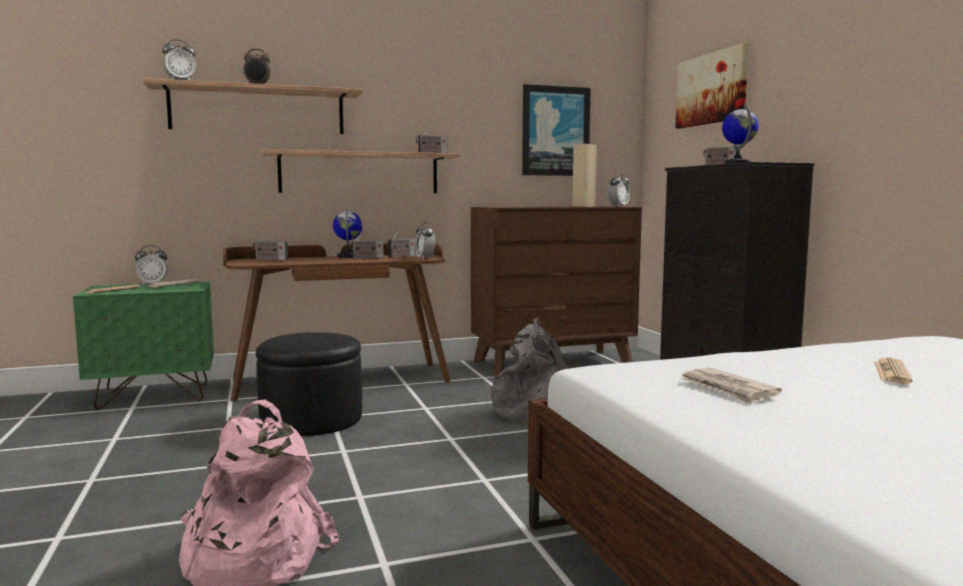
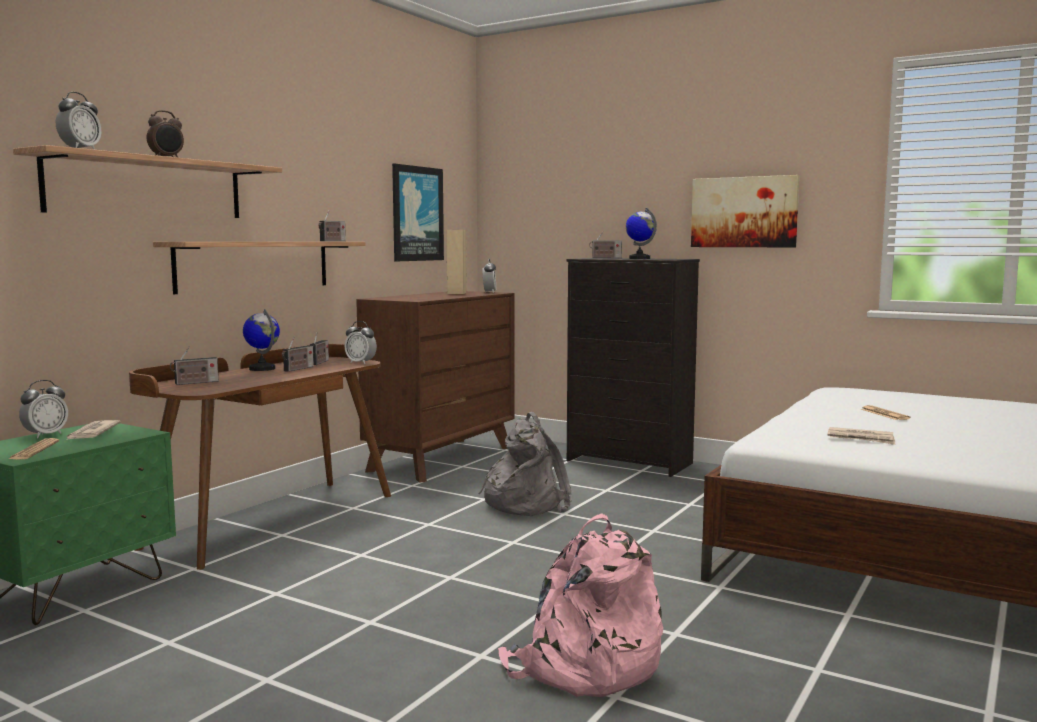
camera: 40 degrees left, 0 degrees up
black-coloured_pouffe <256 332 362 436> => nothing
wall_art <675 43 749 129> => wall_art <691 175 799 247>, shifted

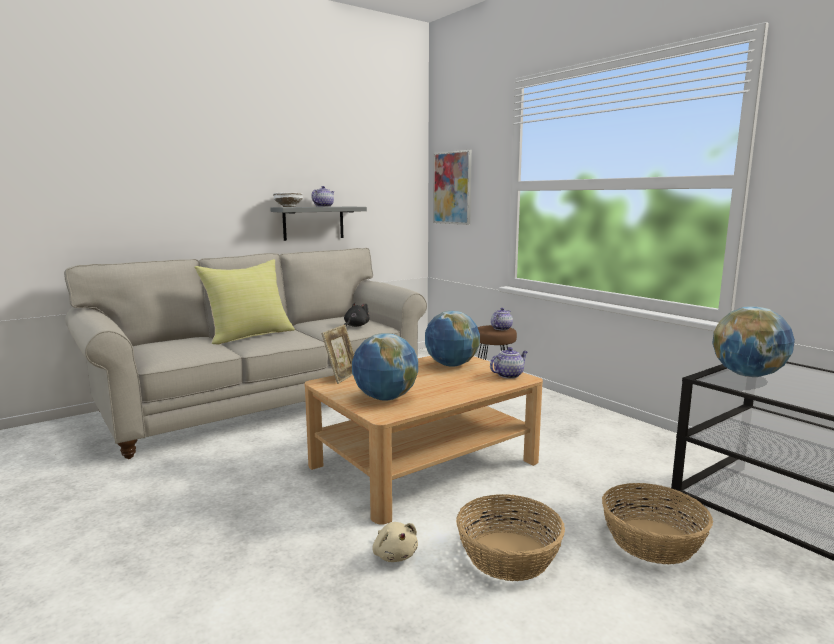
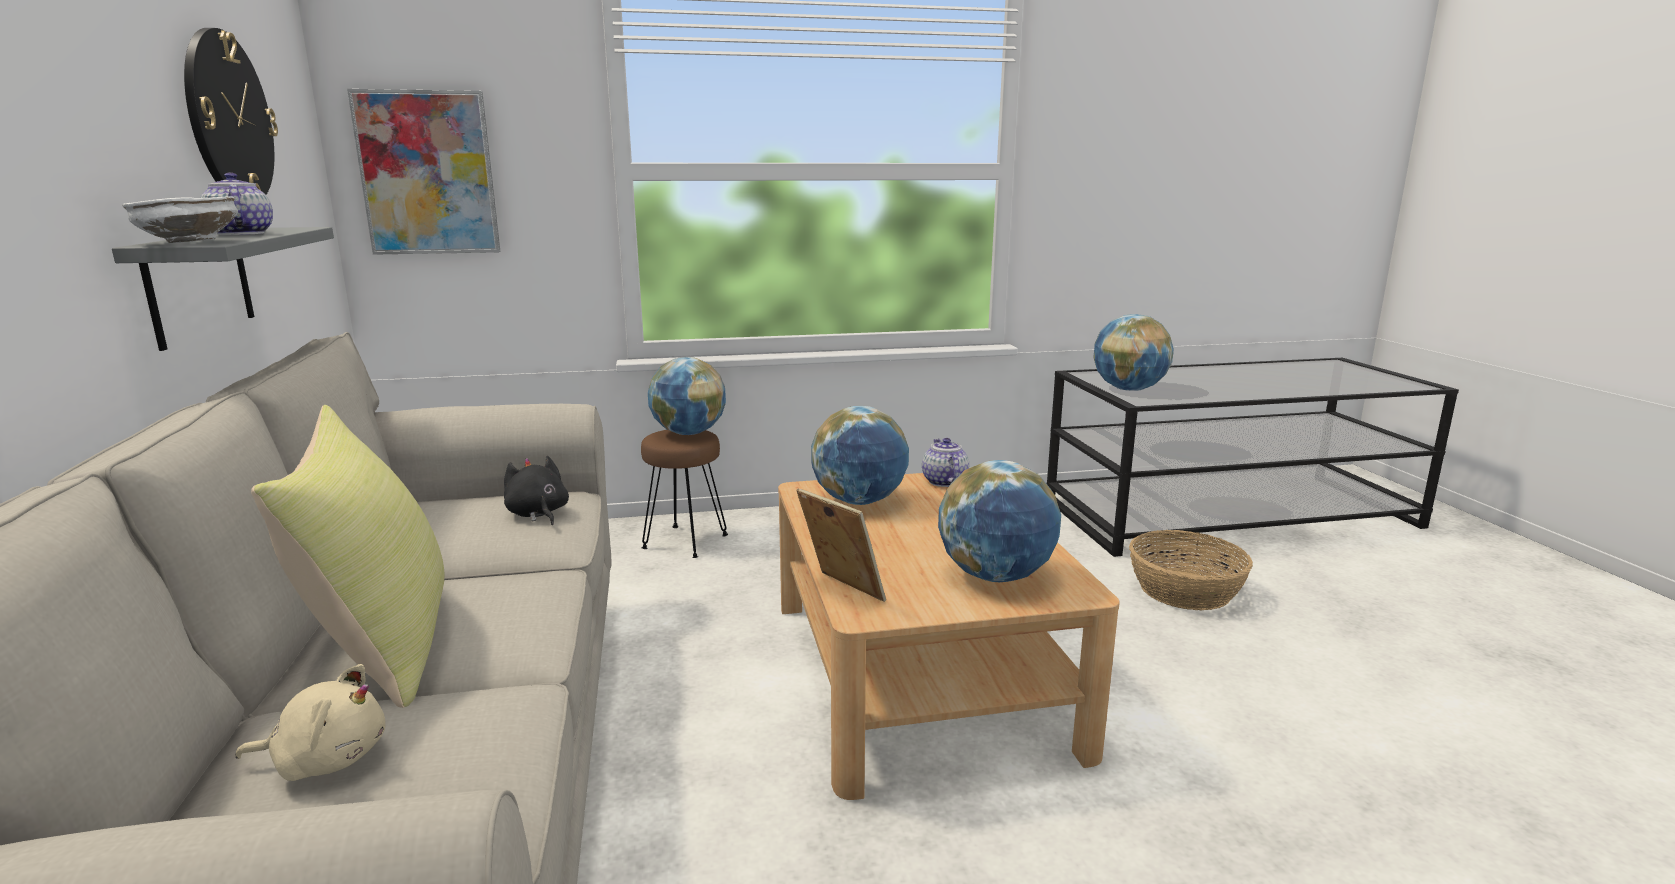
camera: 65 degrees left, 5 degrees up
storage_basket <456 494 565 581> => nothing
nothing => hanging_clock <184 28 278 195>
beige-coloured_plush_toy <372 522 418 562> => beige-coloured_plush_toy <235 664 386 781>, shifted
pot_for_tea <491 308 513 330> => world_globe <648 357 726 435>

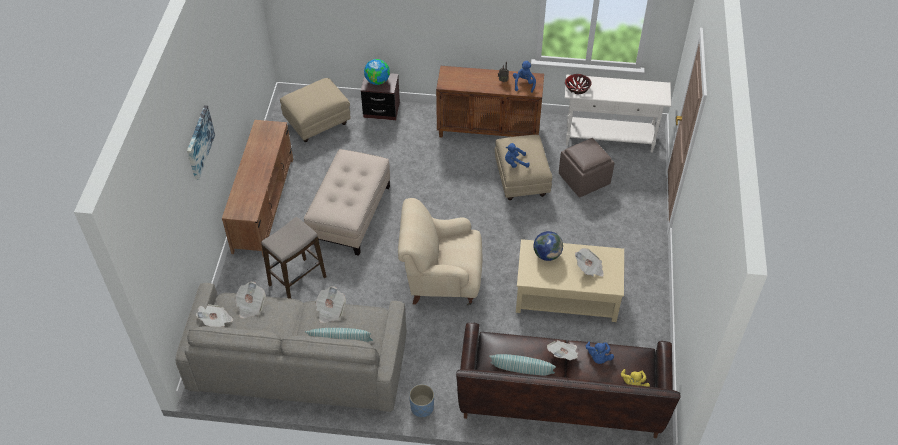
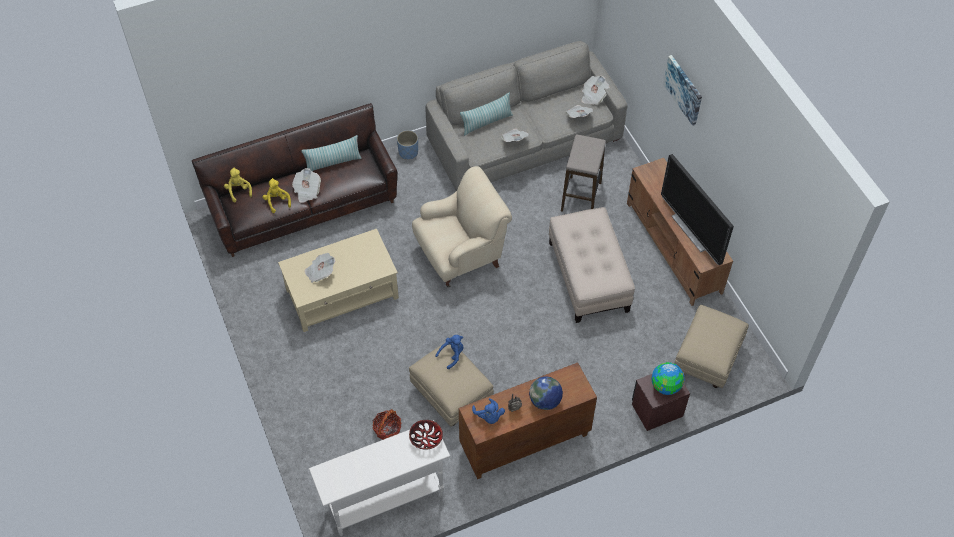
camera: 150 degrees right, 5 degrees up
nothing => television <661 154 734 265>
world_globe <533 231 563 261> => world_globe <529 377 563 410>, shifted
brown-coloured_pouffe <559 138 615 198> => storage_basket <372 409 401 440>
bluish_plush_toy <586 342 614 364> => yellowish_plush_toy <263 178 291 213>

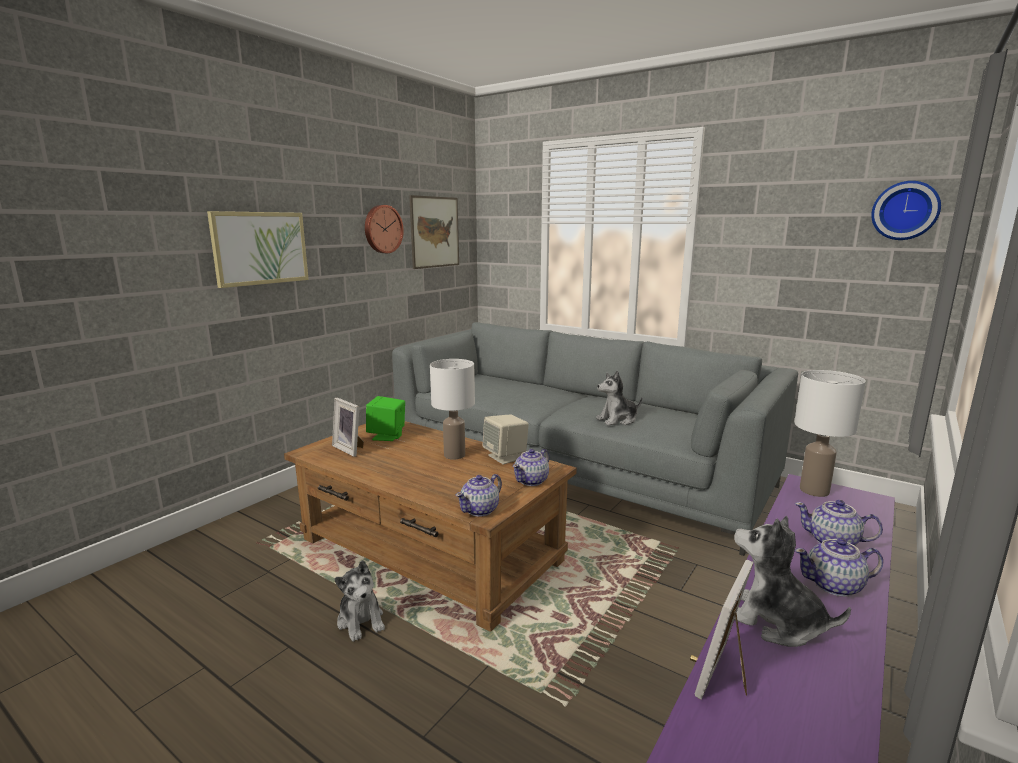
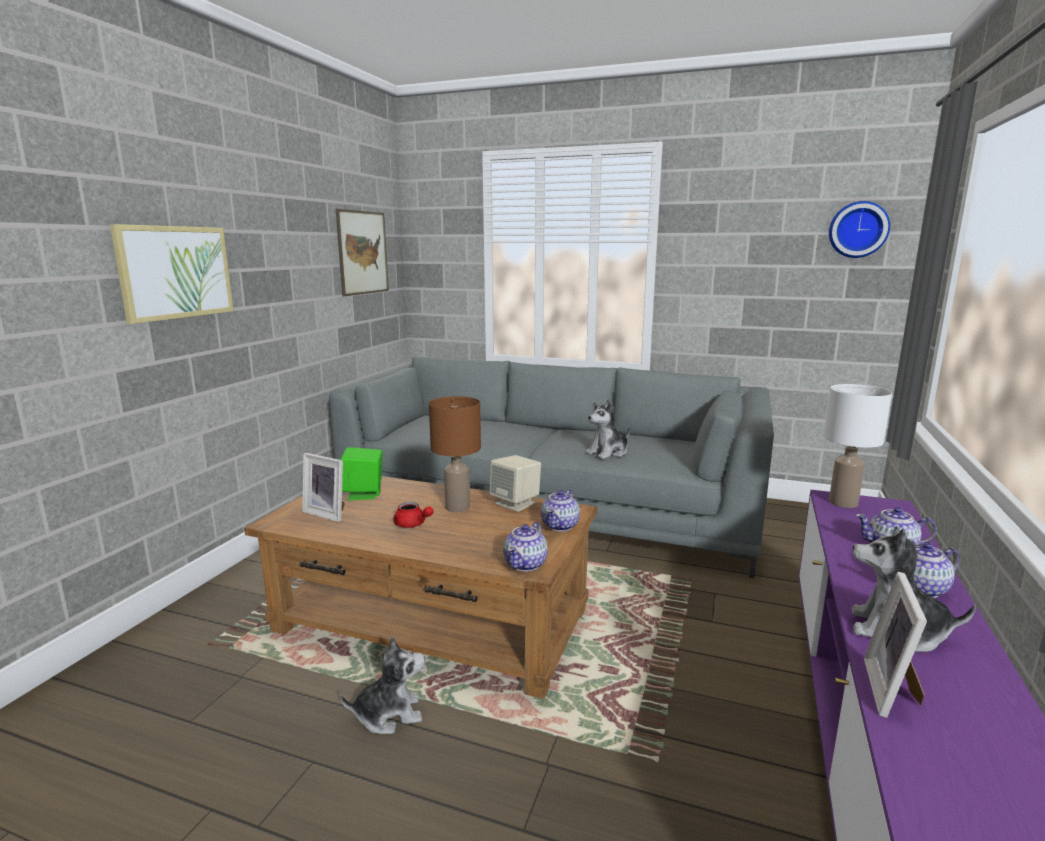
camera: 15 degrees left, 0 degrees up
hanging_clock <365 205 404 253> => nothing
nothing => red-coloured_pot_for_tea <393 502 434 528>
whitish_tabletop_lamp <430 359 475 460> => brown-coloured_tabletop_lamp <429 396 481 512>
plush_toy <334 560 385 642> => plush_toy <340 636 425 734>, 60 degrees counterclockwise

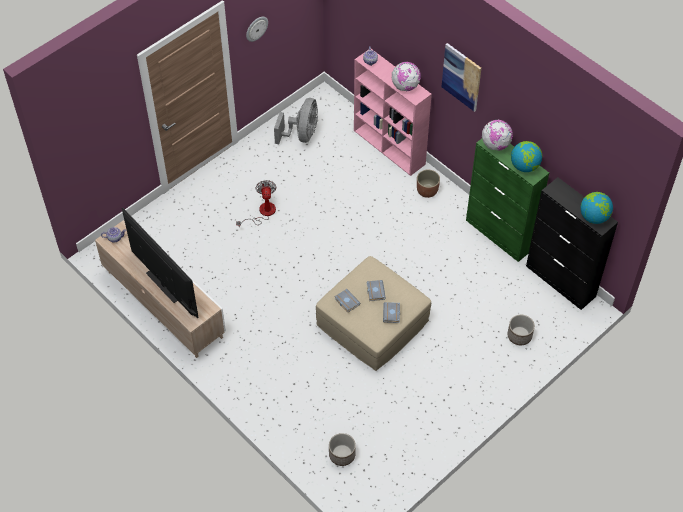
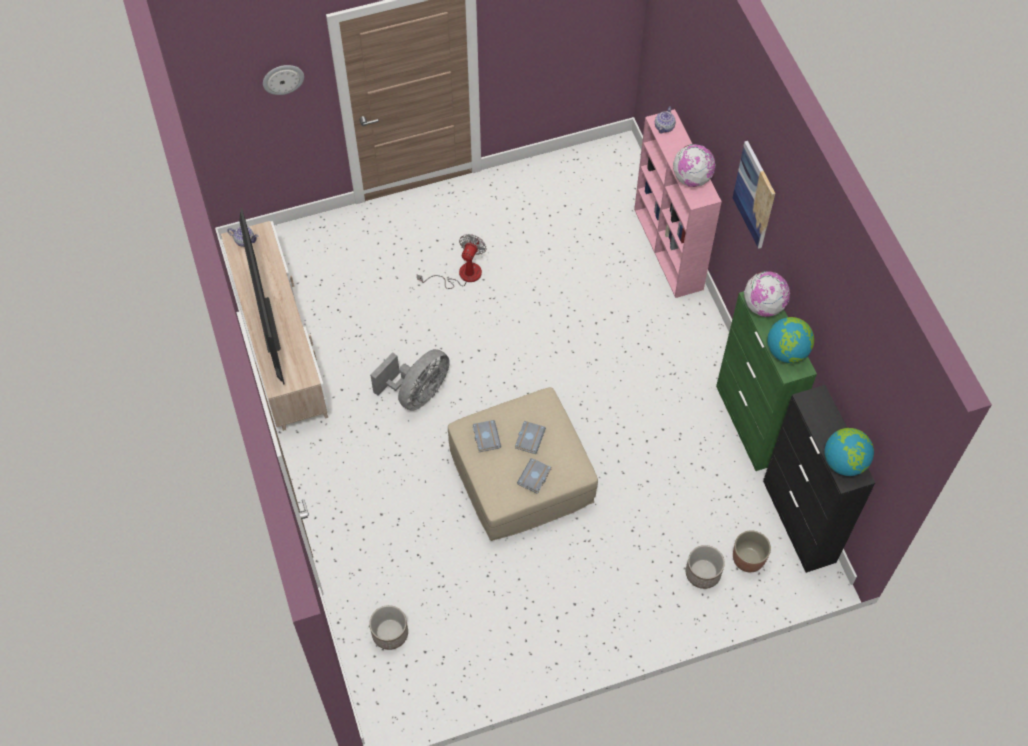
camera: 25 degrees right, 5 degrees up
hanging_clock <246 17 268 42> => hanging_clock <263 65 304 95>, shifted
greyish_fan <274 98 318 144> => greyish_fan <370 349 450 411>, shifted
flower_pot <417 170 440 198> => flower_pot <733 530 771 572>, shifted

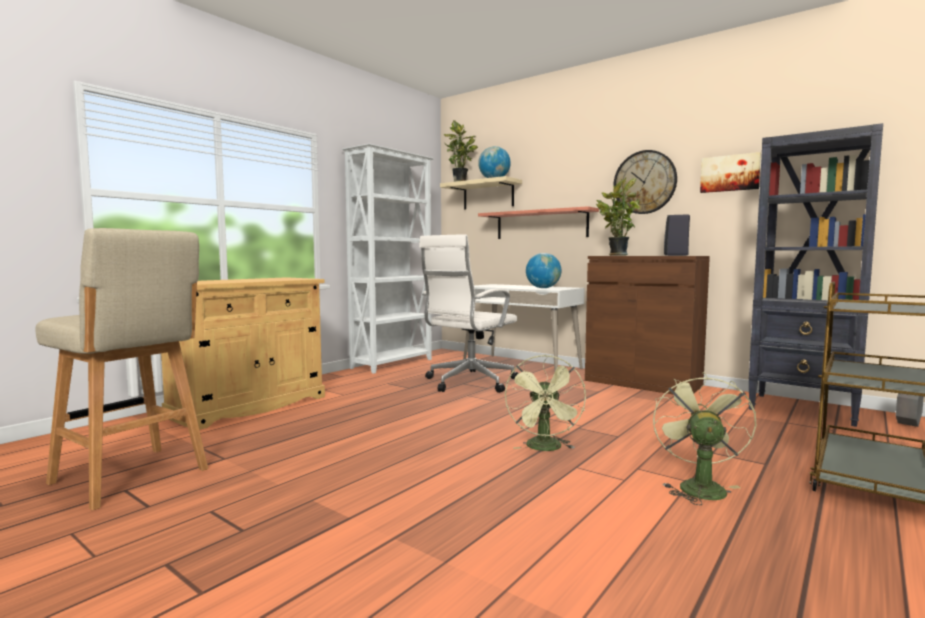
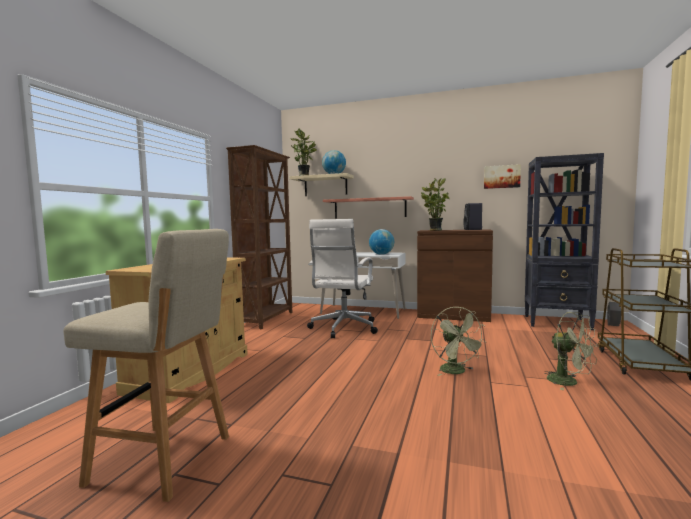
camera: 20 degrees left, 0 degrees up
hanging_clock <614 150 677 214> => nothing
whitish_shelving_unit <342 144 434 374> => brown-coloured_shelving_unit <226 145 292 329>
green_fan <653 372 756 505> => green_fan <543 312 598 390>, 150 degrees clockwise

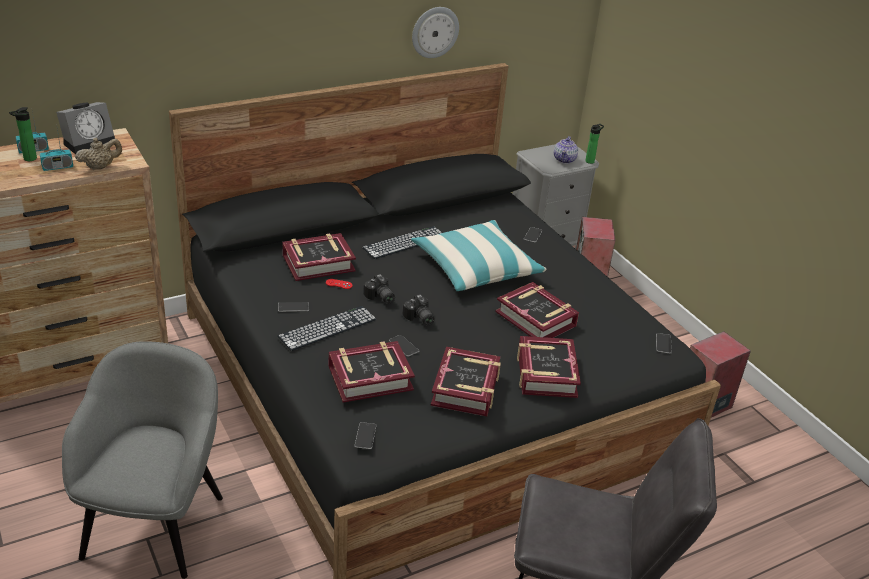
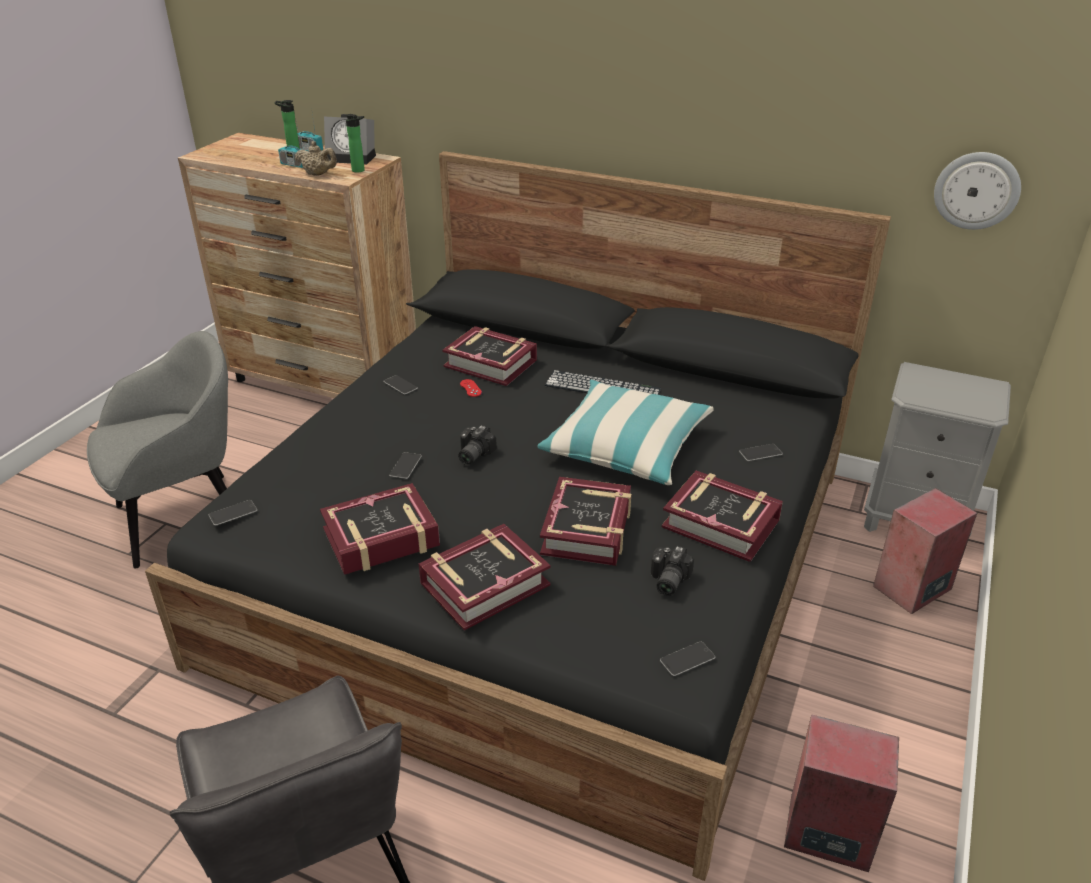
camera: 55 degrees right, 0 degrees up
keyboard <278 306 376 351> => nothing
pot_for_tea <554 136 578 164> => nothing
book <329 341 415 402> => book <662 470 783 562>, shifted
photo_camera <363 274 395 304> => photo_camera <651 546 694 596>, shifted
hanging_clock <412 7 459 58> => hanging_clock <934 152 1021 230>, shifted
bottle <585 124 604 164> => bottle <346 114 365 173>, shifted

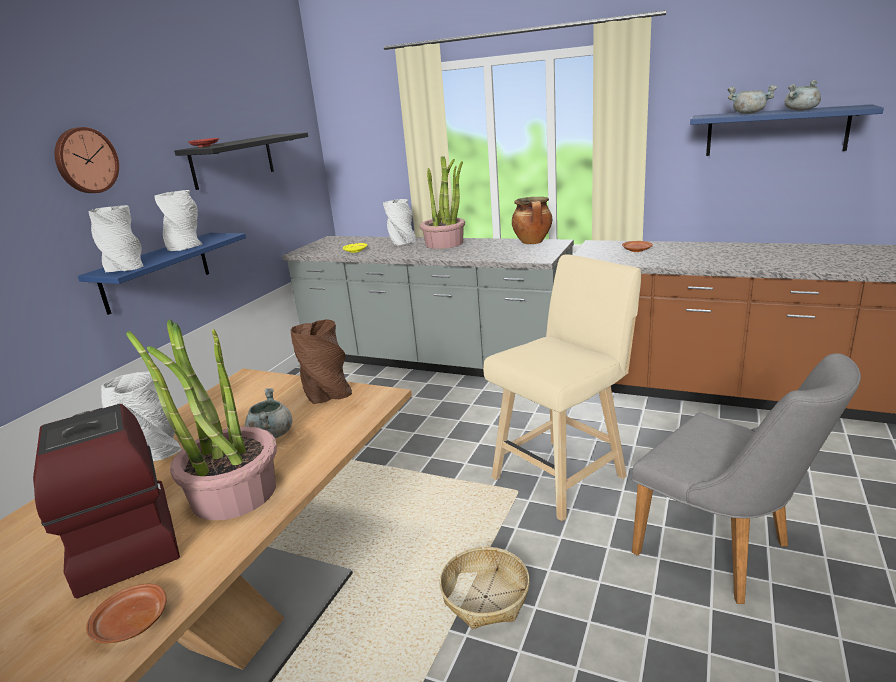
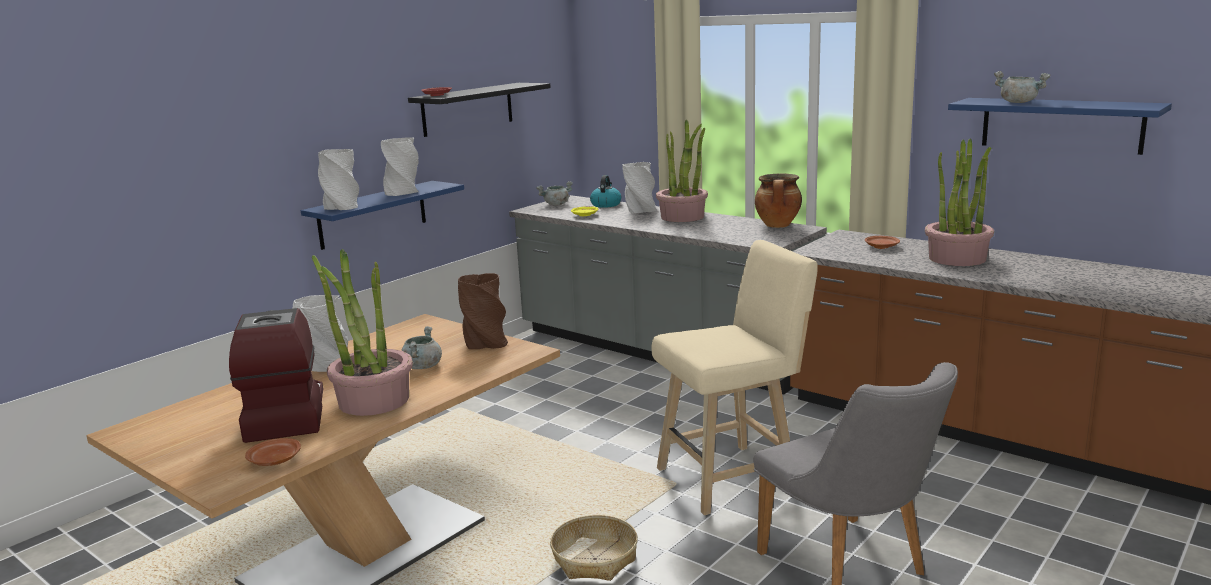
camera: 15 degrees right, 5 degrees down
hanging_clock <55 127 119 193> => nothing
nothing => water_kettle <590 175 621 208>
nothing => potted_plant <925 139 994 266>
greyish_stockpot <784 80 821 111> => greyish_stockpot <536 181 573 206>, shifted

